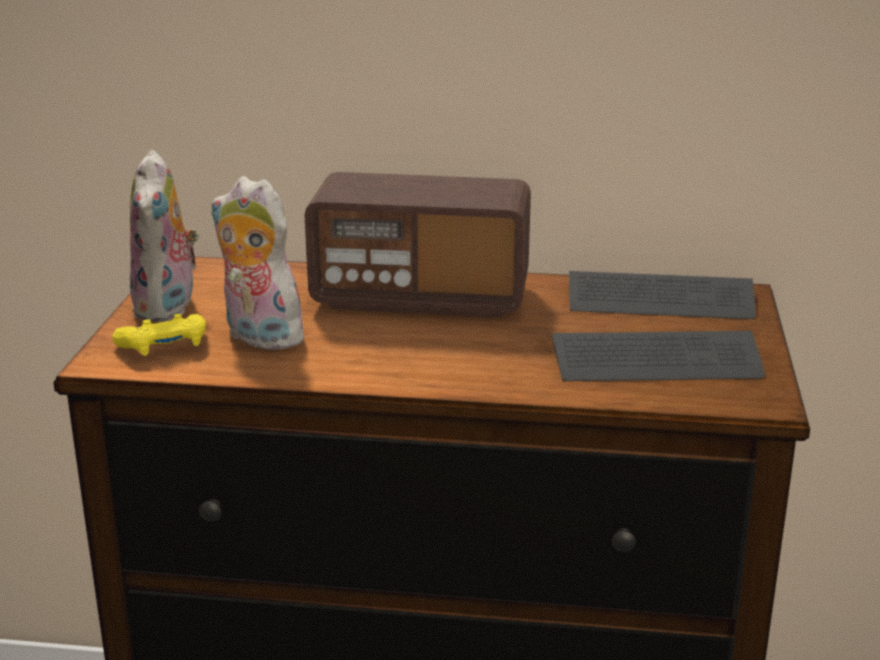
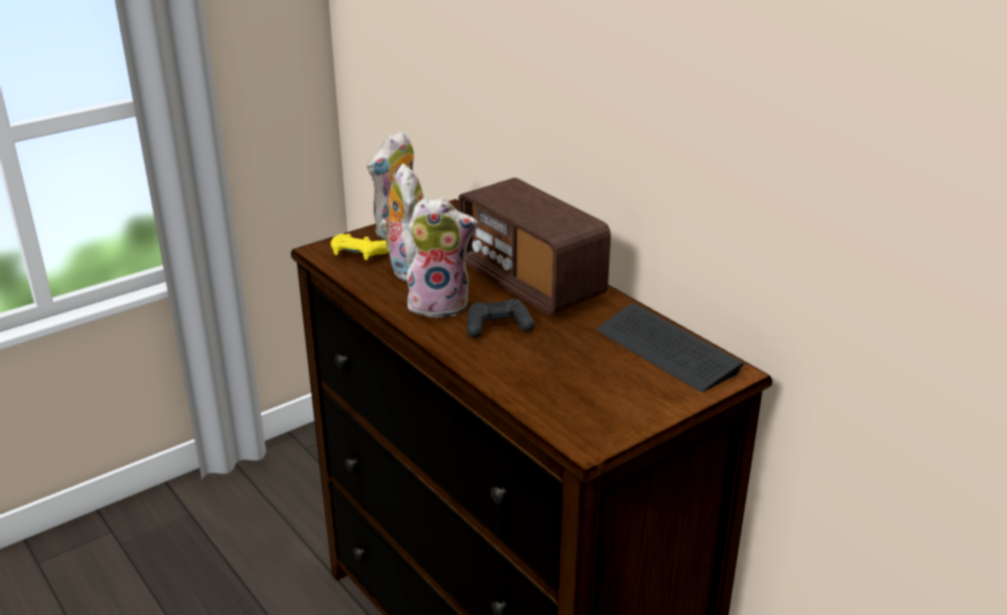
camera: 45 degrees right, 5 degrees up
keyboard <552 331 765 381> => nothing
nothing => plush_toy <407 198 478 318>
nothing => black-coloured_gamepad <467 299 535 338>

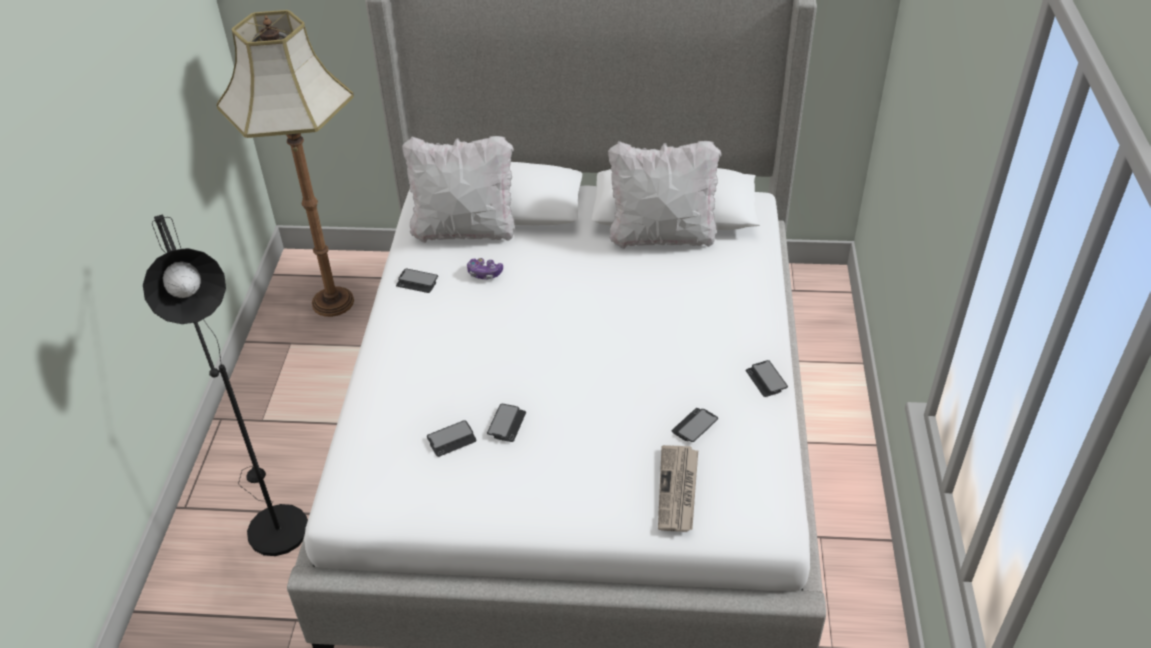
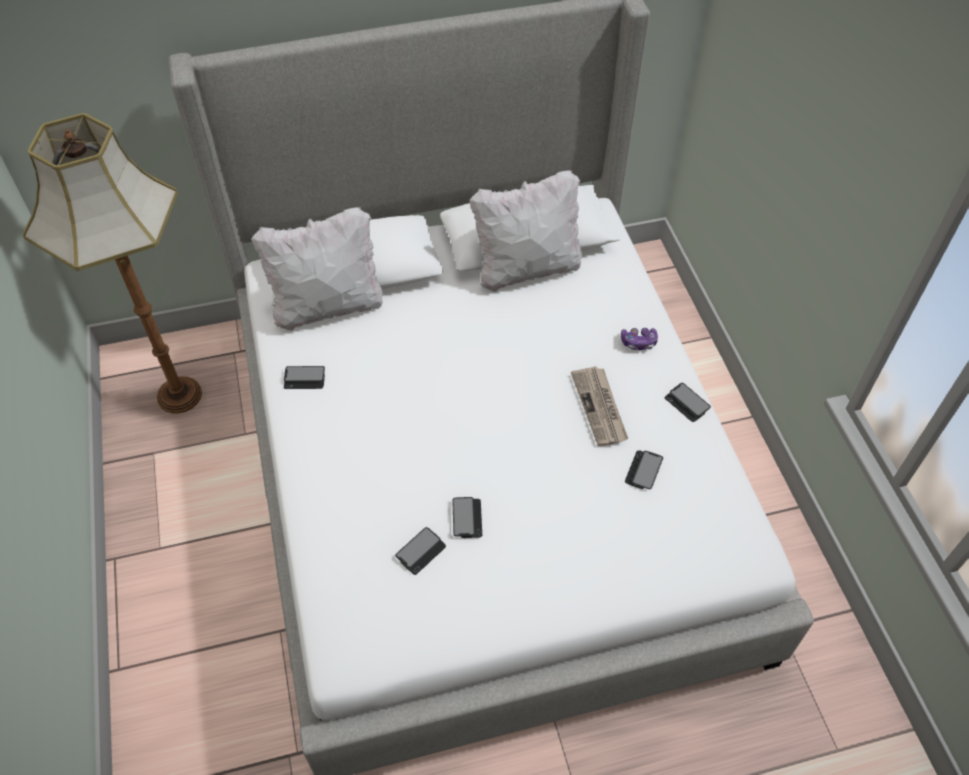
camera: 20 degrees left, 10 degrees up
black-coloured_standard_lamp <143 214 308 556> => nothing
gamepad <467 258 503 280> => gamepad <621 328 658 350>, shifted
printed_paper <658 445 698 532> => printed_paper <571 366 628 446>, shifted

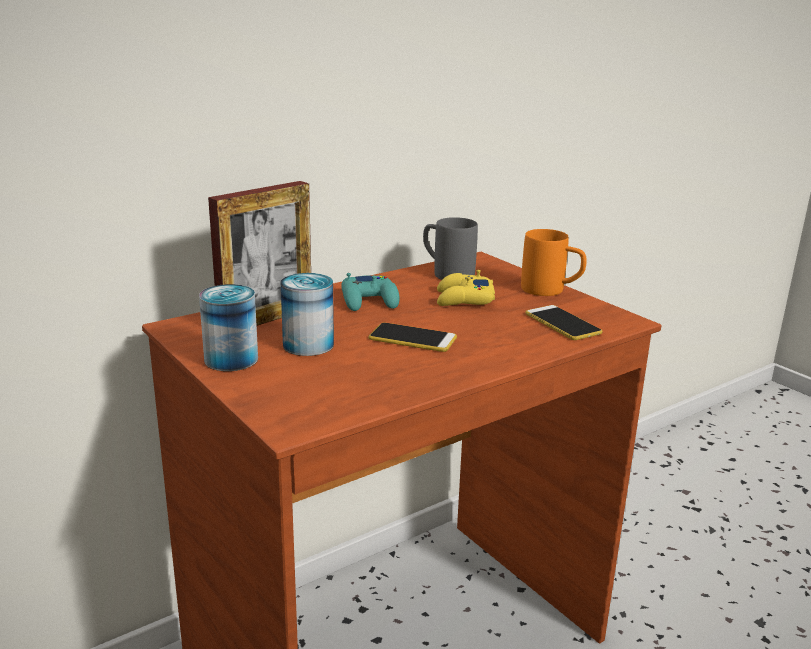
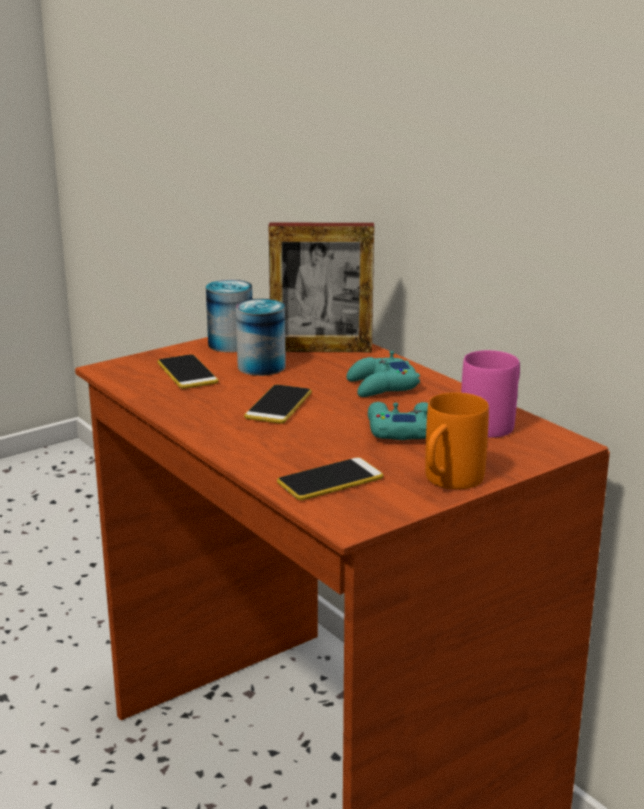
camera: 90 degrees right, 0 degrees up
nothing => phone <157 354 219 389>
greyish_coffee_mug <423 217 478 280> => pink_coffee_mug <461 350 520 438>
yellowish_gamepad <437 270 495 306> => turquoise-coloured_gamepad <368 402 428 440>
photo_frame <208 181 311 326> => photo_frame <269 223 374 352>, 45 degrees counterclockwise

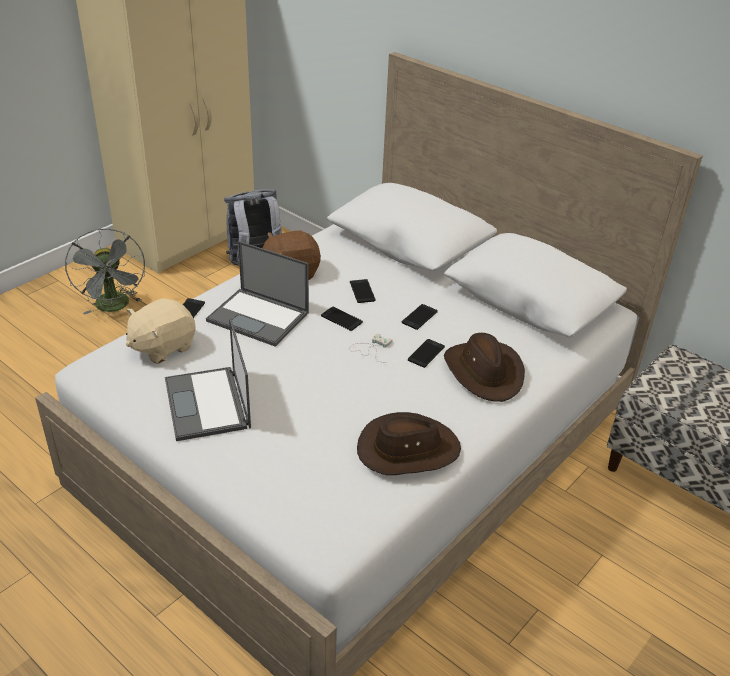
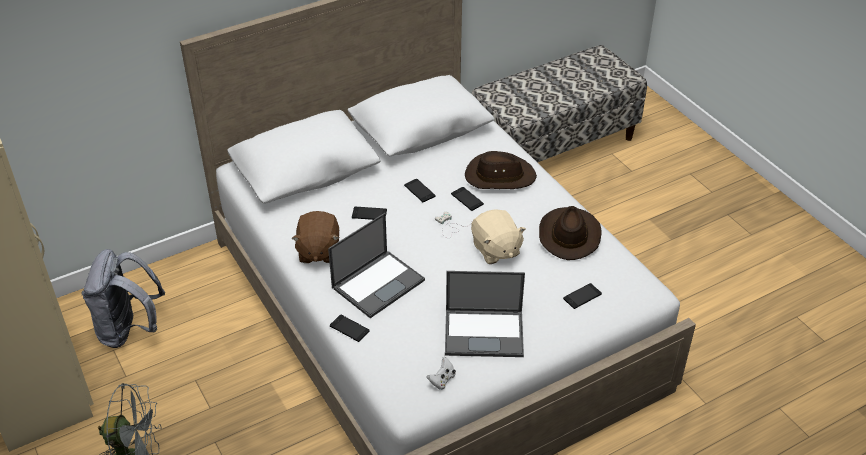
camera: 70 degrees left, 5 degrees up
nothing => whitish_gamepad <427 357 456 390>
beige-coloured_plush_toy <126 298 196 364> => beige-coloured_plush_toy <471 209 526 264>, shifted
phone <321 307 363 331> => phone <563 283 602 309>, shifted

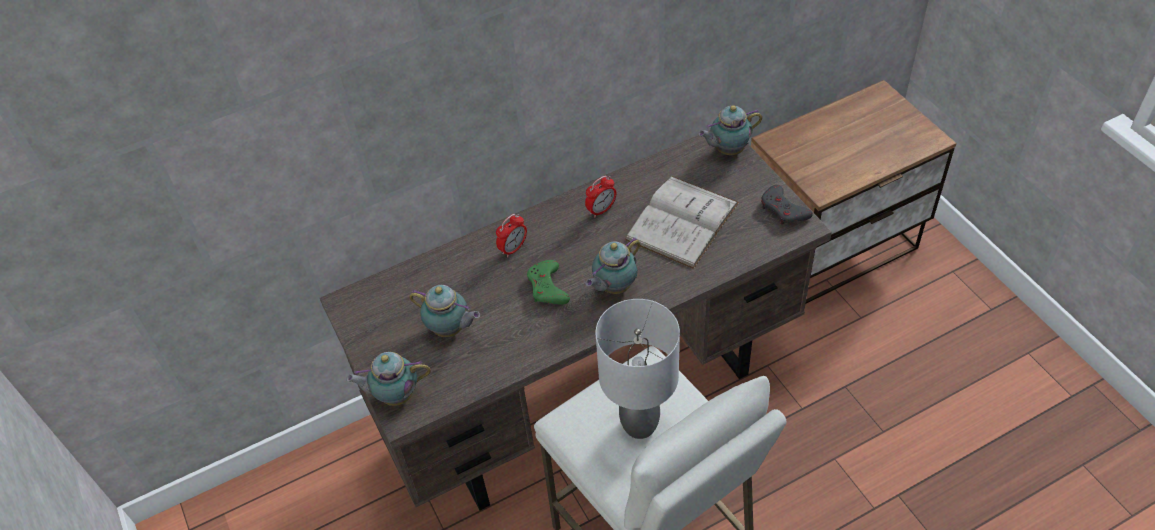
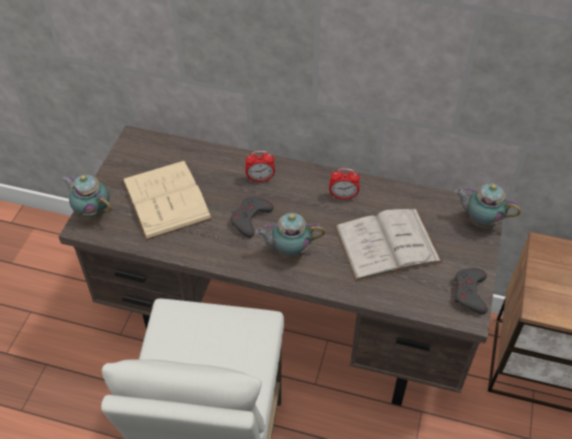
camera: 40 degrees right, 0 degrees up
greyish_tabletop_lamp <595 299 680 439> => nothing
pot_for_tea <409 285 480 337> => beige-coloured_book <122 161 212 240>
green_gamepad <527 260 570 305> => greyish_gamepad <231 197 274 238>

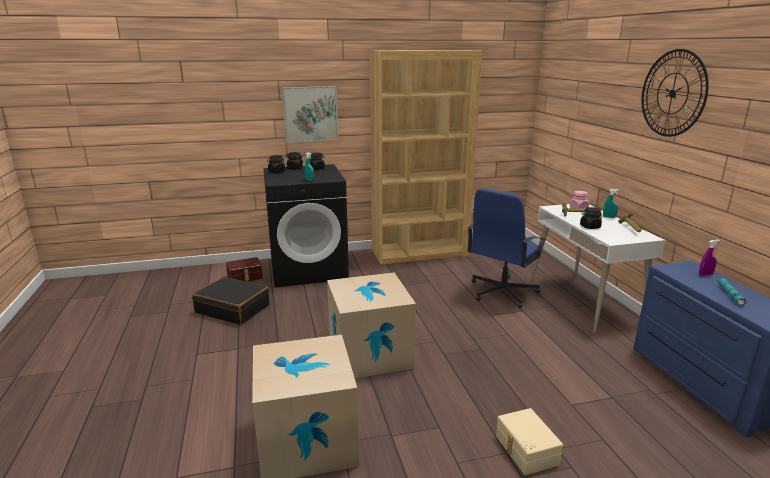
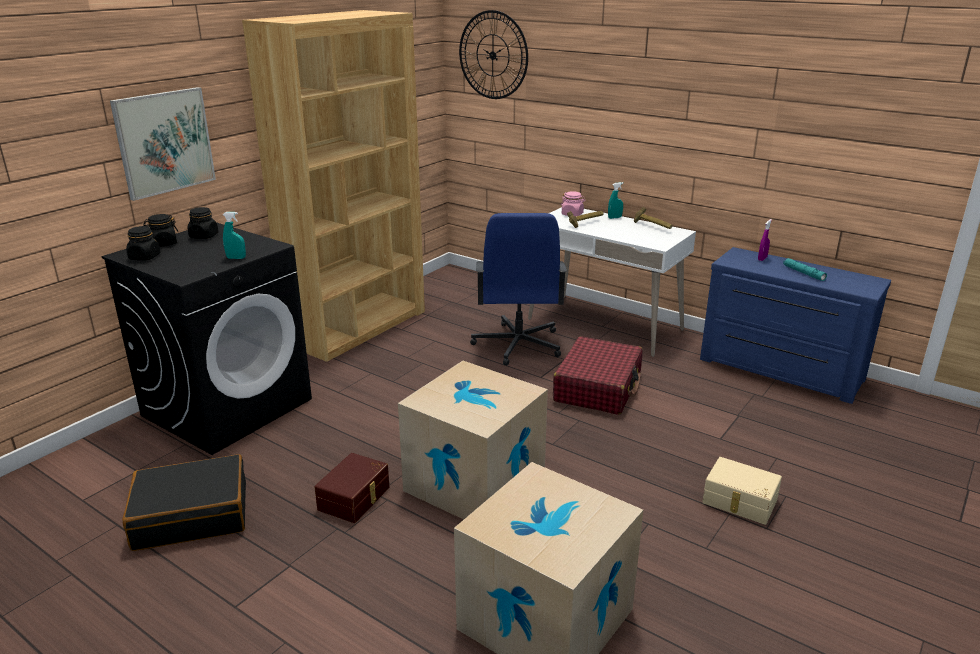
camera: 40 degrees left, 5 degrees up
black-coloured_storage_jar <580 207 602 229> => nothing
nothing => red-coloured_piece_of_luggage <553 336 643 415>
brown-coloured_storage_box <226 257 263 282> => brown-coloured_storage_box <315 453 390 523>, shifted
hanging_clock <642 49 709 137> => hanging_clock <459 10 528 99>, shifted

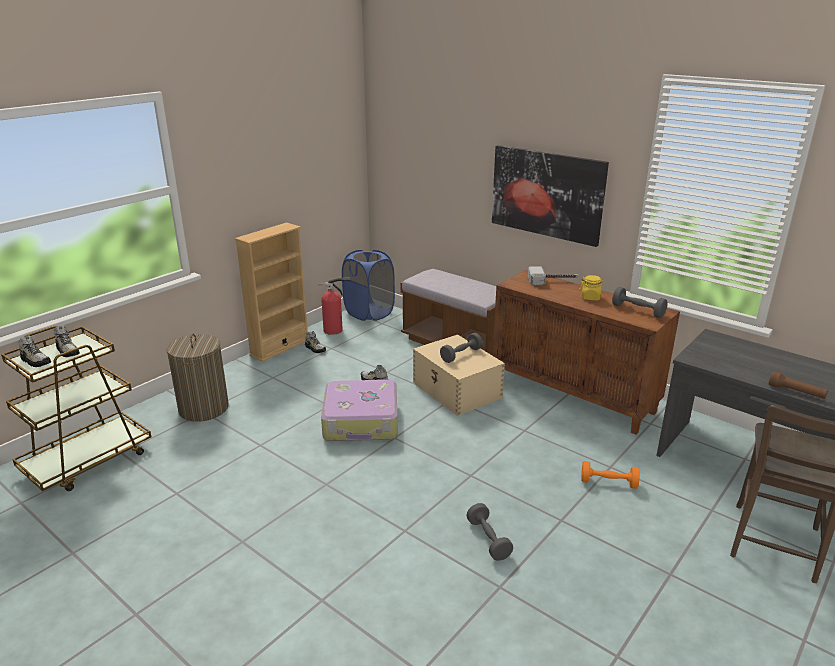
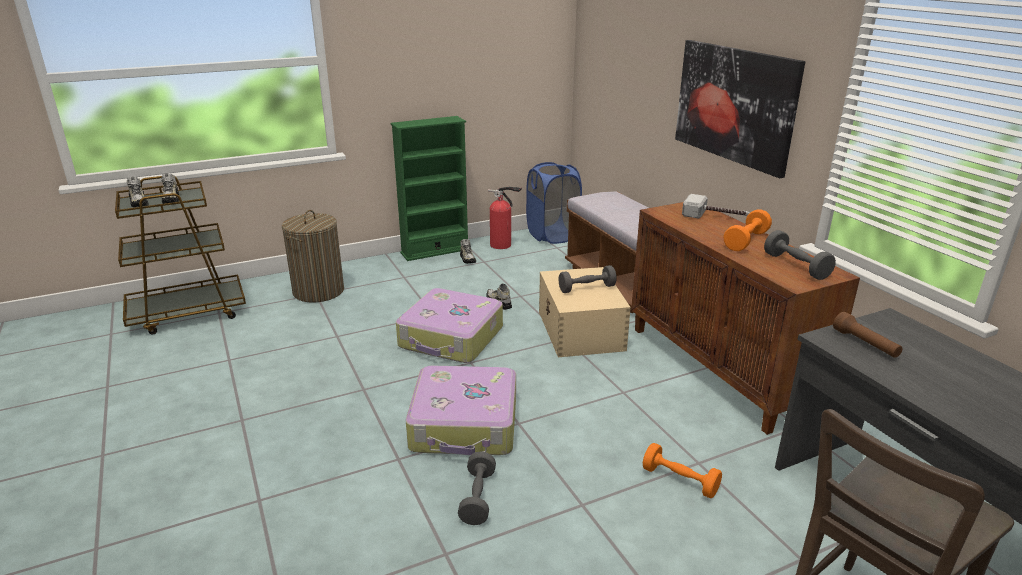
camera: 25 degrees right, 0 degrees up
nothing => piece_of_luggage <406 365 516 455>
brown-coloured_hand_torch <769 371 828 399> => brown-coloured_hand_torch <833 312 902 358>, shifted
yellowish_storage_jar <580 275 605 301> => orangey_hand_weight <723 209 772 251>
beige-coloured_shelving_unit <235 222 308 362> => green_shelving_unit <390 116 468 261>

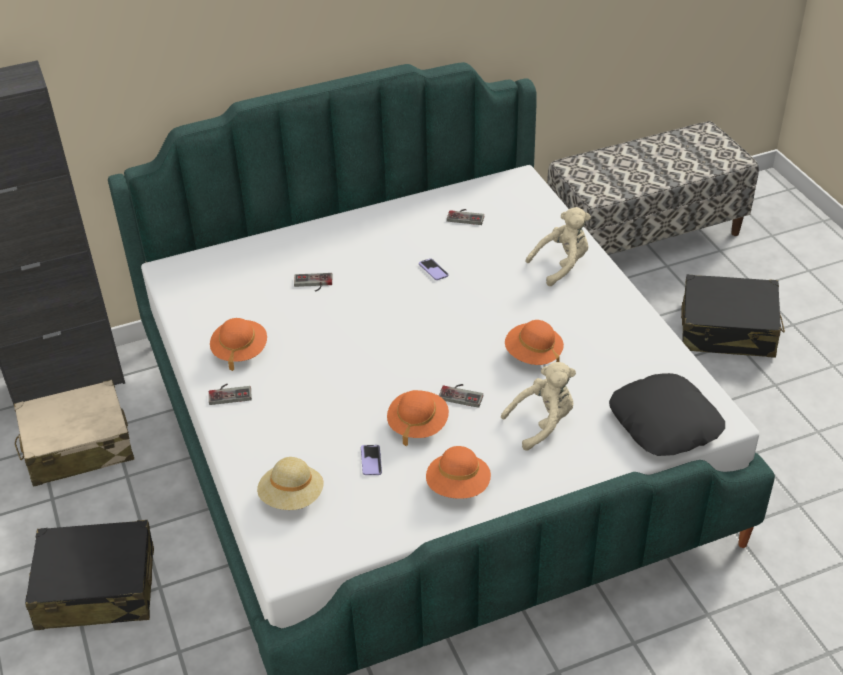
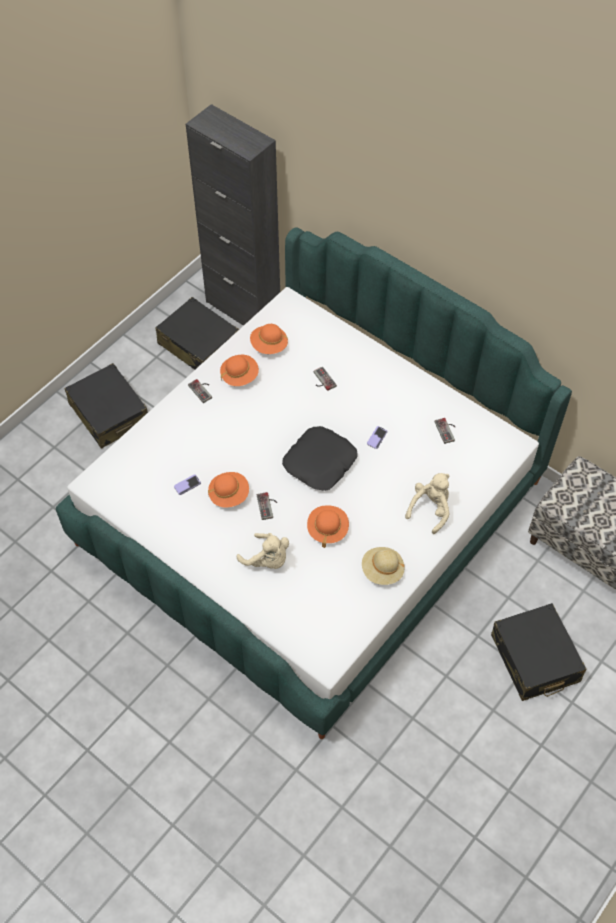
camera: 60 degrees right, 15 degrees up
beige-coloured_wearable_hat <257 457 323 510> => beige-coloured_wearable_hat <362 547 405 585>, shifted
orangey_wearable_hat <426 446 491 499> => orangey_wearable_hat <250 324 288 354>, shifted
black-coloured_pillow <609 373 725 456> => black-coloured_pillow <282 426 357 491>, shifted
beige-coloured_piece_of_luggage <14 380 134 487> => black-coloured_piece_of_luggage <155 297 239 370>
beige-coloured_plush_toy <526 207 591 286> => beige-coloured_plush_toy <405 473 450 534>, 90 degrees counterclockwise

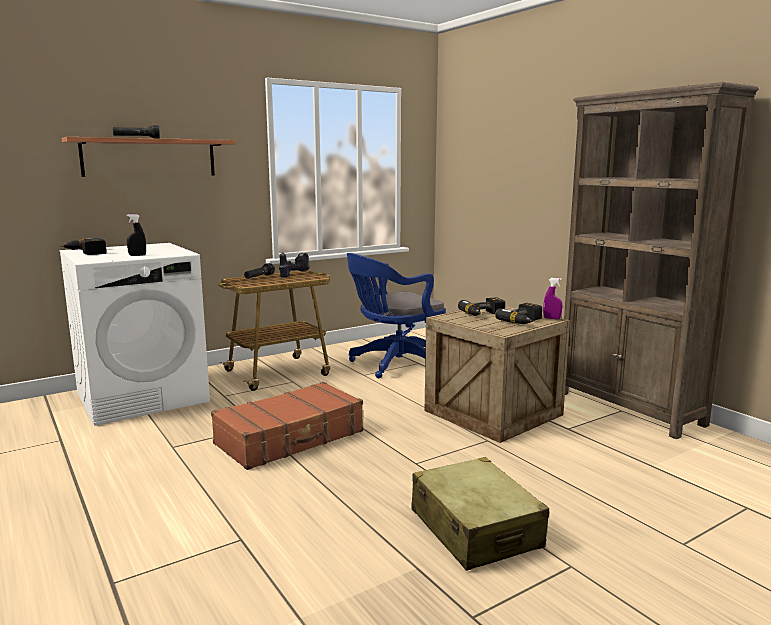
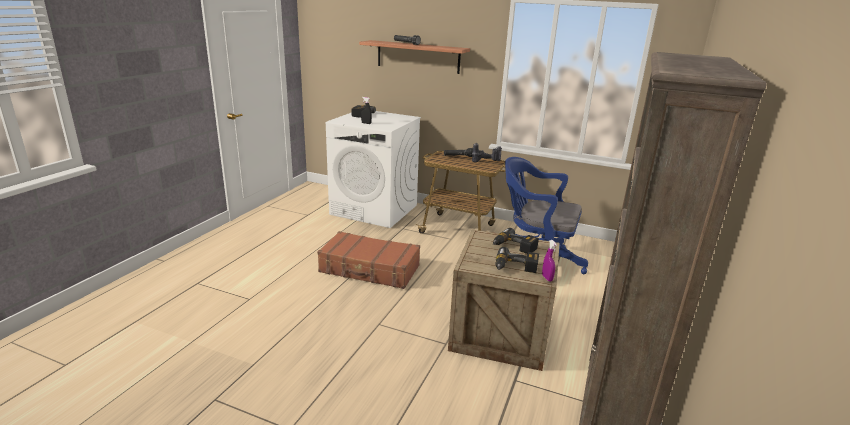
camera: 55 degrees right, 10 degrees up
beige-coloured_piece_of_luggage <411 457 549 571> => nothing

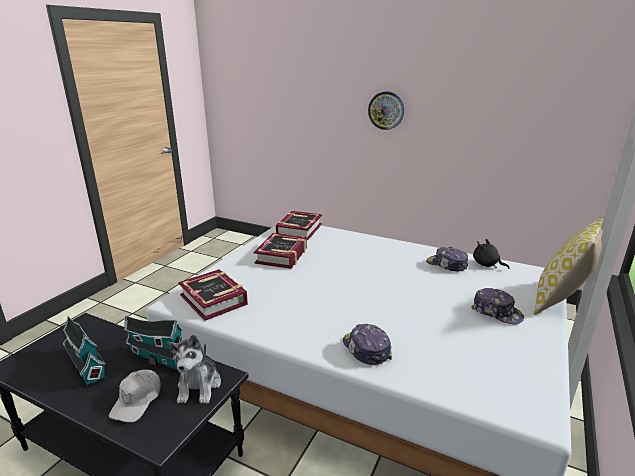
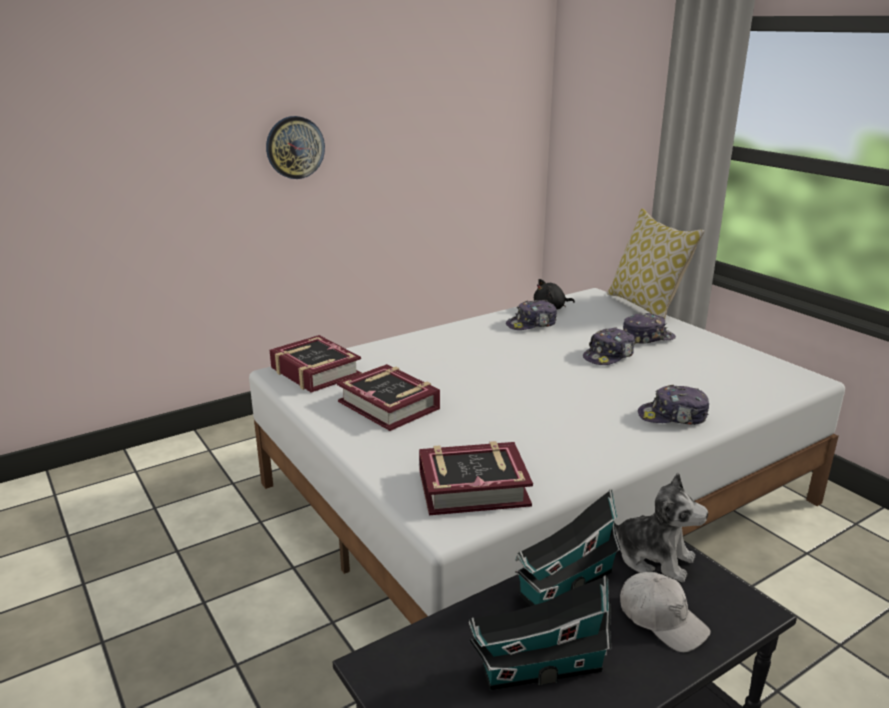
camera: 60 degrees left, 0 degrees up
nothing => baseball_cap <583 327 635 365>

